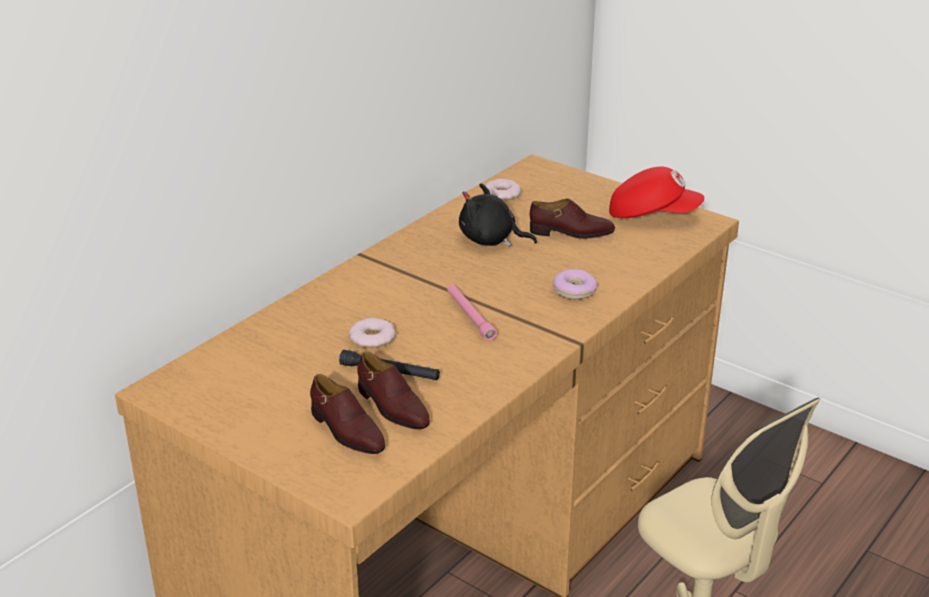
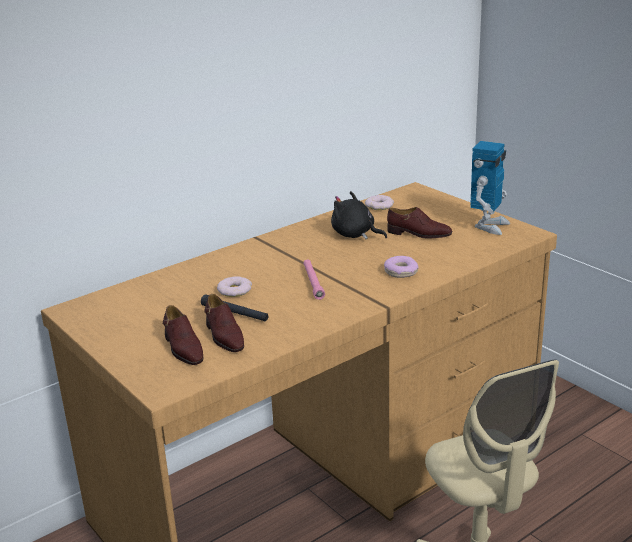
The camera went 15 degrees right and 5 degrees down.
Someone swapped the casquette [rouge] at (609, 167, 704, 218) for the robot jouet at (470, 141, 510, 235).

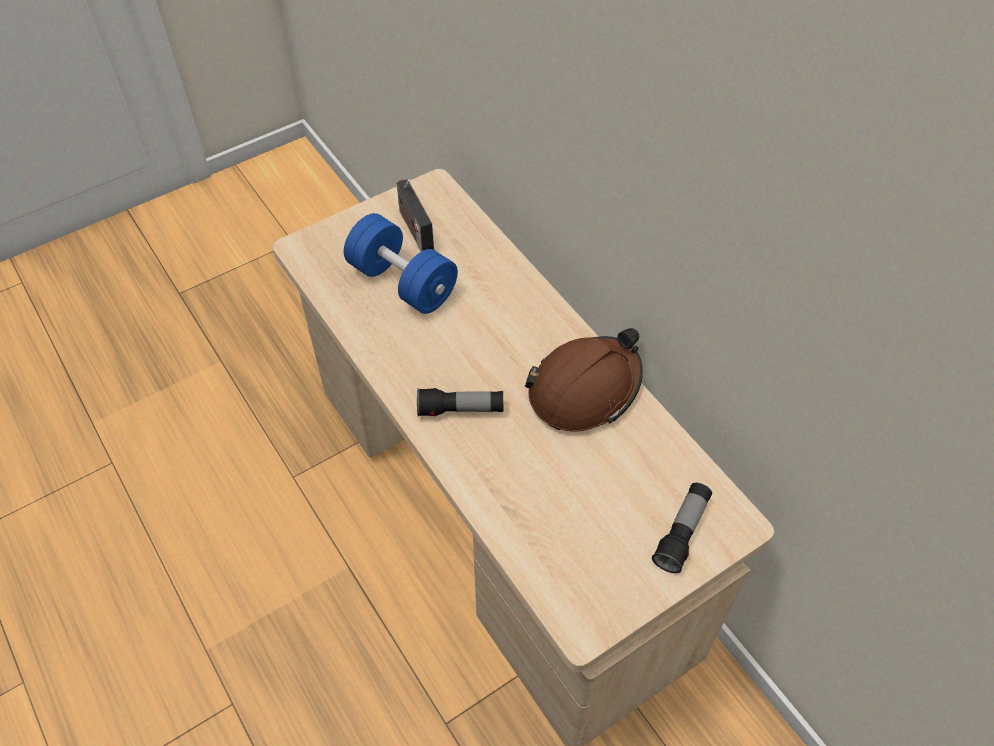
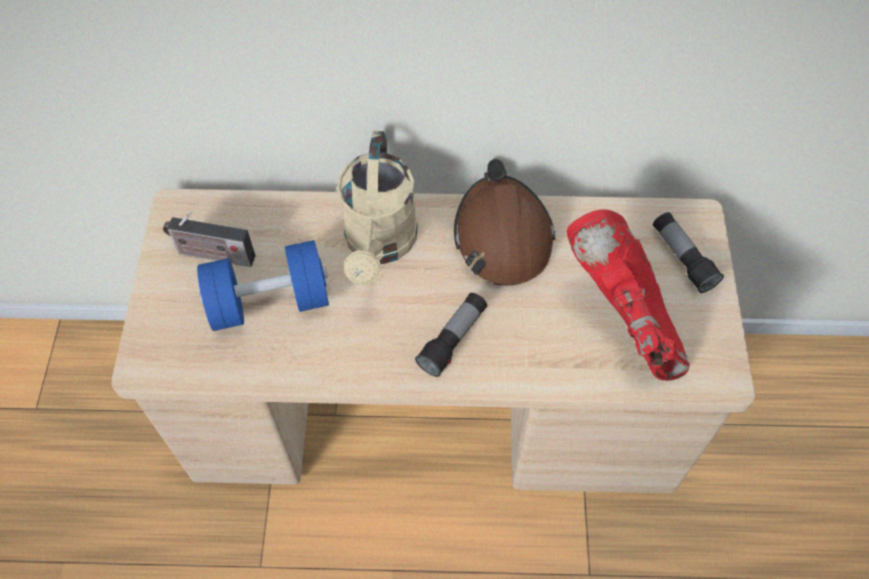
The camera went 55 degrees left and 5 degrees up.
Someone put down the arrosoir [beige] at (337, 131, 418, 285).
Someone put down the botte [rouge] at (567, 209, 690, 381).

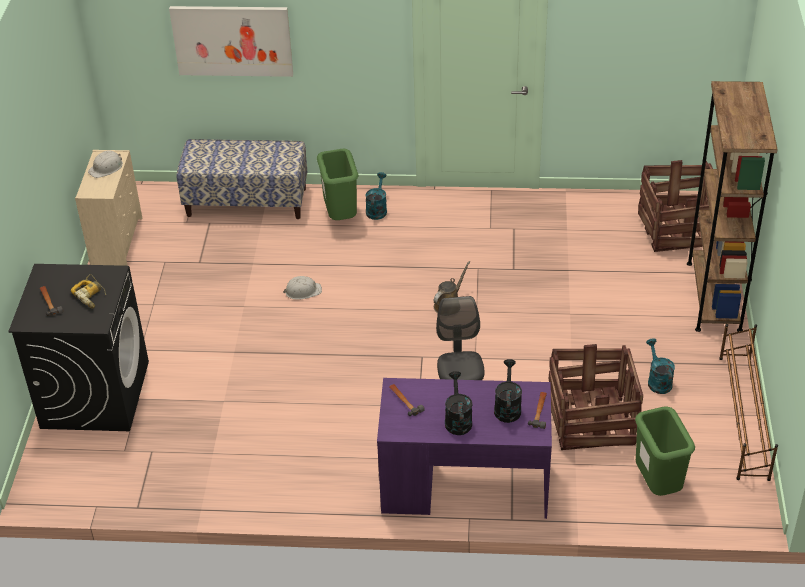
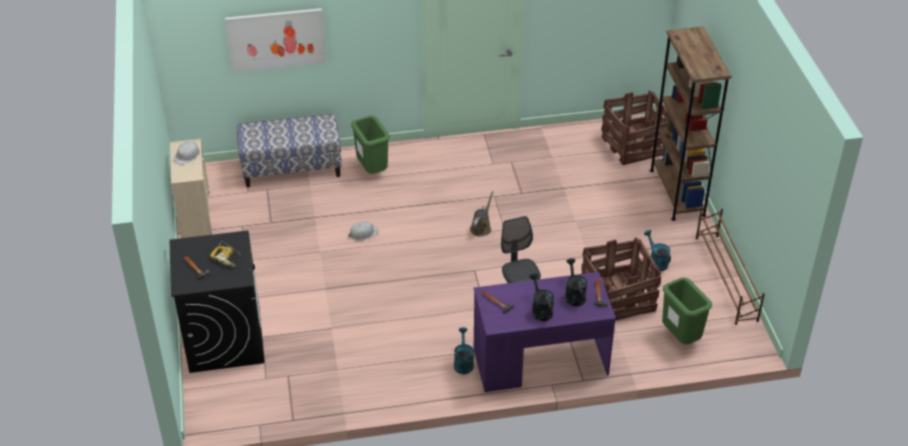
The camera went 15 degrees left and 0 degrees up.
Someone carried the arrosoir [turquoise] from (366, 172, 387, 220) to (454, 327, 474, 374).

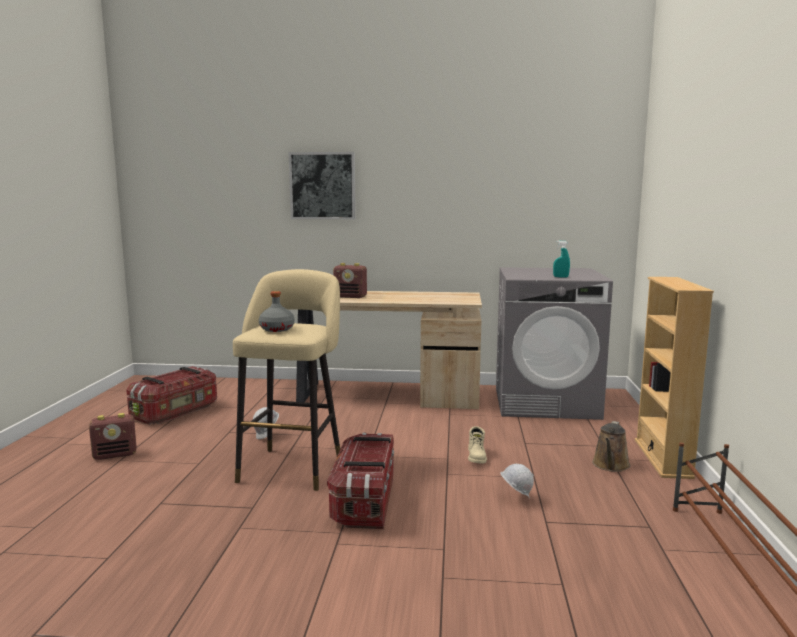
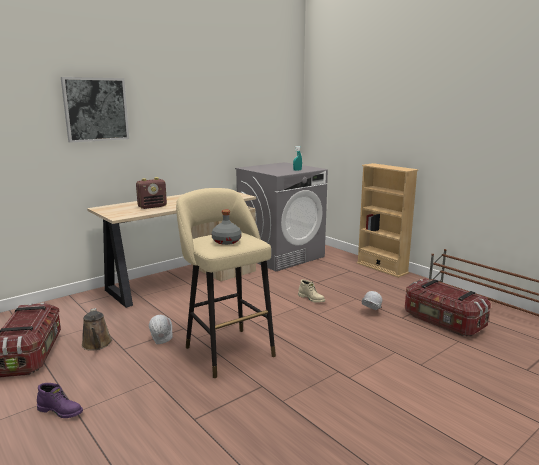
The camera went 45 degrees left and 5 degrees up.
Someone swapped the radio at (89, 413, 136, 460) for the botte [violet] at (37, 383, 83, 418).
Someone carried the arrosoir [marron] from (592, 421, 631, 472) to (81, 308, 112, 351).
Someone carried the boîte de rangement from (327, 433, 394, 529) to (405, 278, 491, 337).

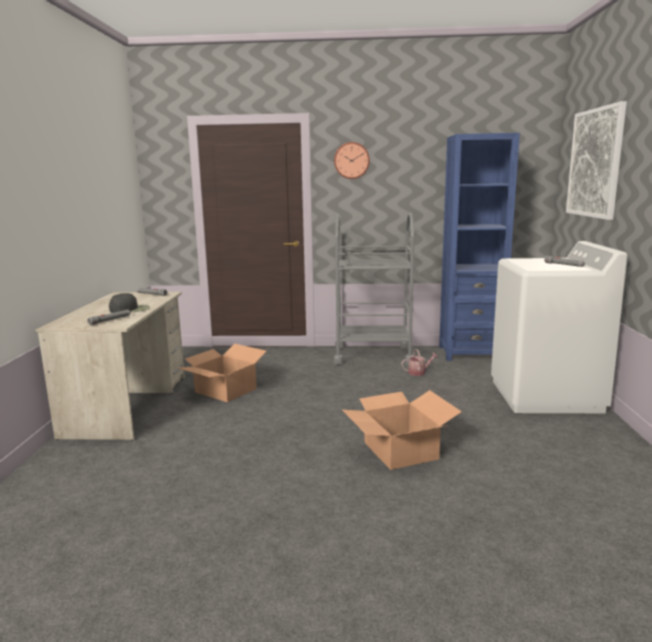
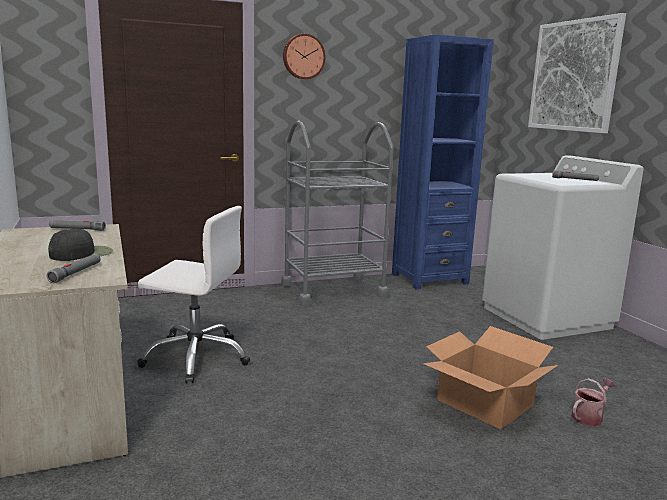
The camera went 25 degrees left and 0 degrees up.
Someone swapped the carton at (178, 344, 266, 402) for the chaise de bureau [blanc] at (137, 206, 250, 384).
Someone carried the arrosoir from (401, 349, 438, 376) to (571, 378, 615, 426).

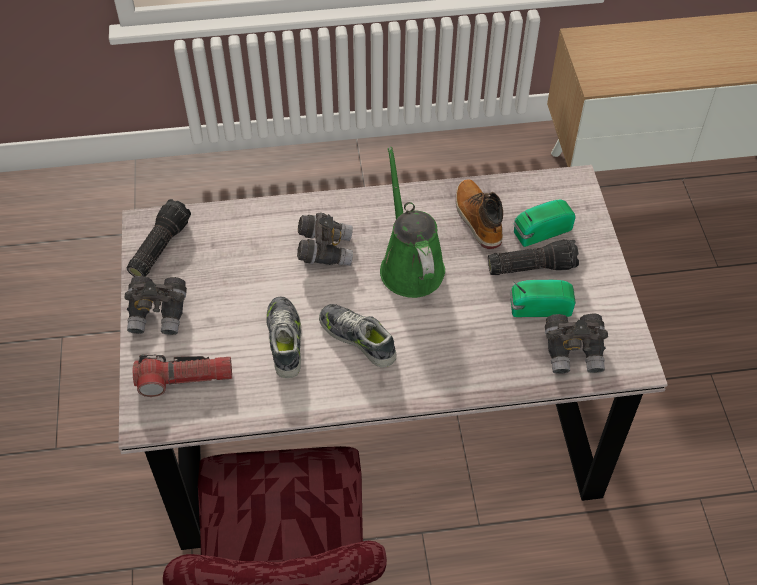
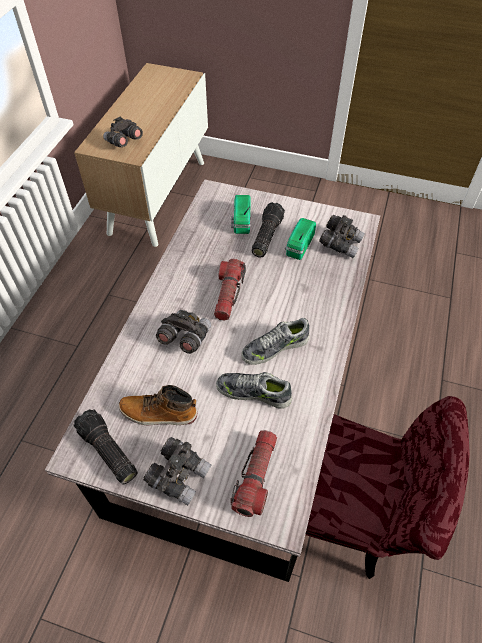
The camera went 65 degrees left and 0 degrees up.
Someone put down the jumelles [gris] at (103, 116, 143, 147).
Someone carried the botte from (456, 179, 503, 249) to (119, 385, 197, 425).
Someone swapped the arrosoir [vert] at (380, 147, 445, 298) for the lampe de poche at (214, 259, 246, 321).

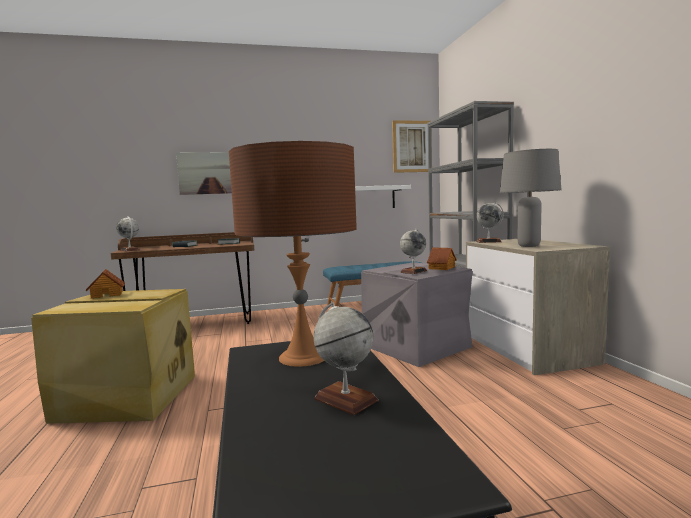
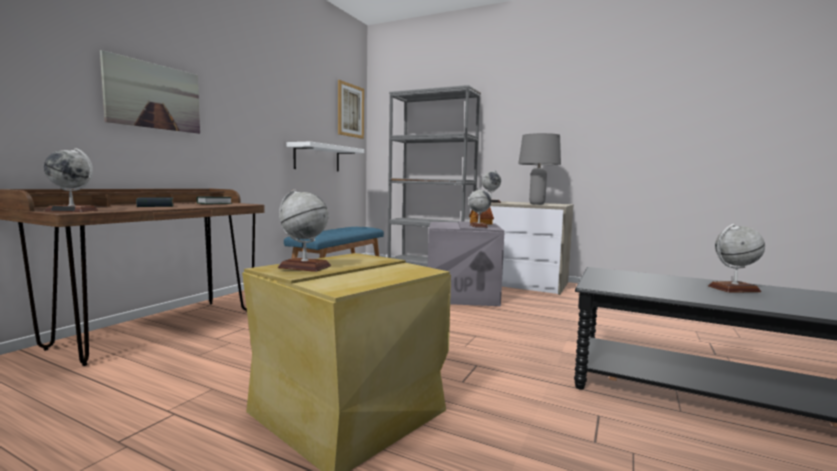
The camera went 50 degrees left and 0 degrees up.
Someone swapped the maison miniature at (85, 269, 125, 299) for the globe at (278, 189, 331, 272).
Someone took away the lampe de table [marron] at (229, 141, 357, 367).

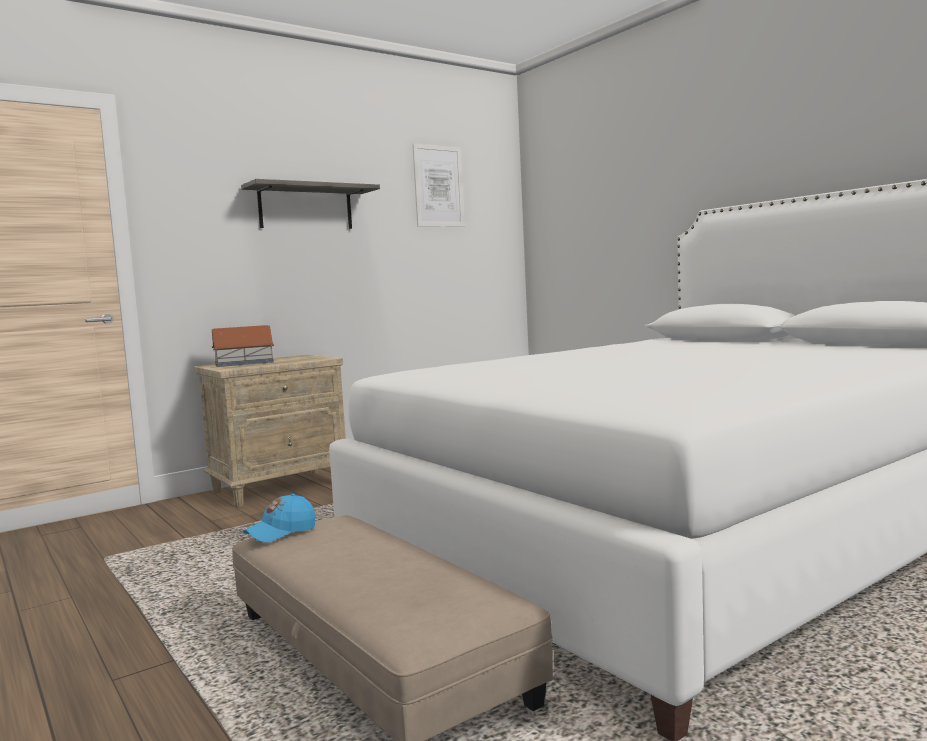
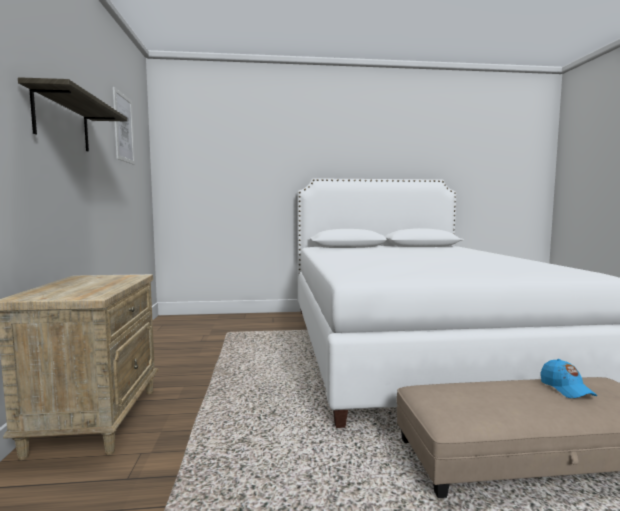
The camera went 60 degrees left and 0 degrees up.
Someone carried the casquette [bleu] from (243, 494, 315, 543) to (541, 359, 597, 398).
Someone took away the maison miniature at (212, 325, 274, 367).

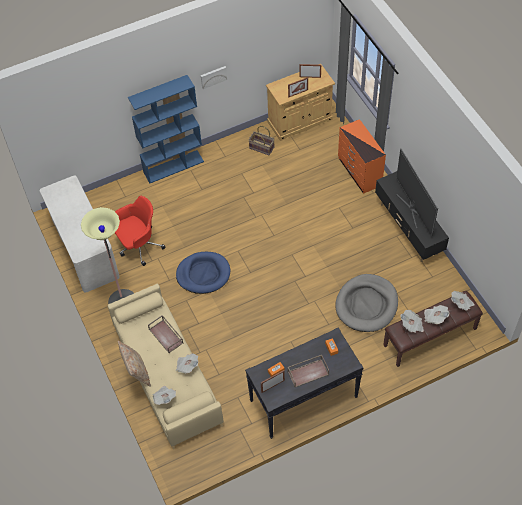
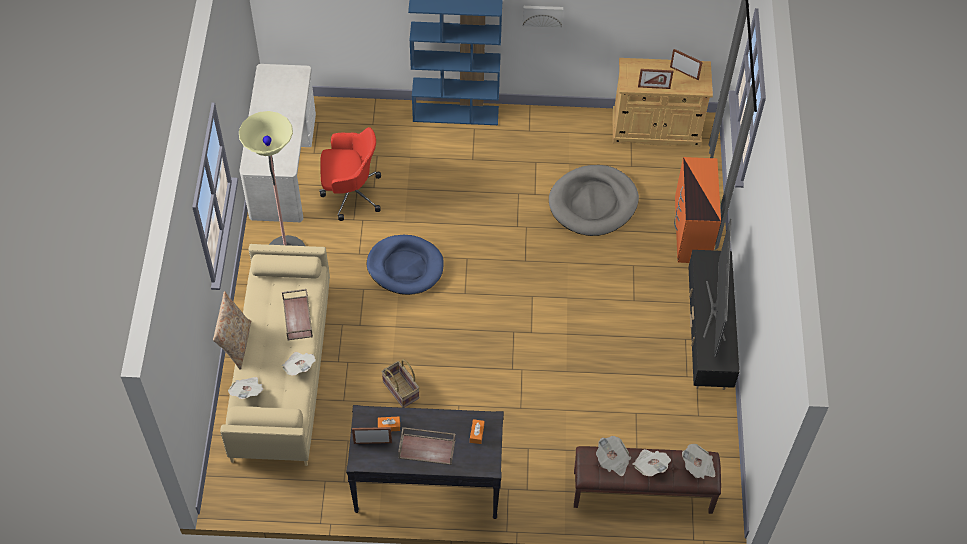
The camera went 25 degrees right and 0 degrees up.
Someone carried the panier from (249, 126, 275, 155) to (381, 359, 420, 408).
Someone carried the panier pour chien [gris] from (335, 274, 398, 332) to (549, 165, 639, 236).

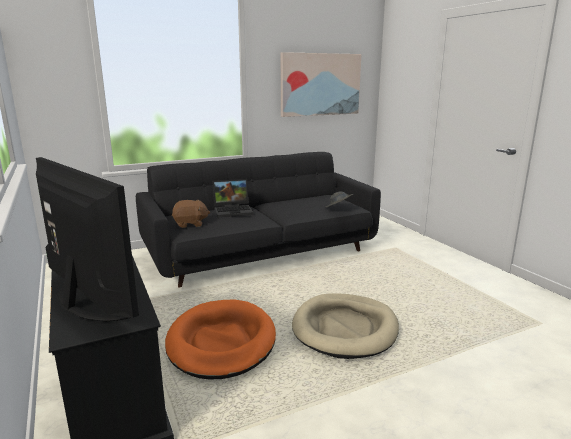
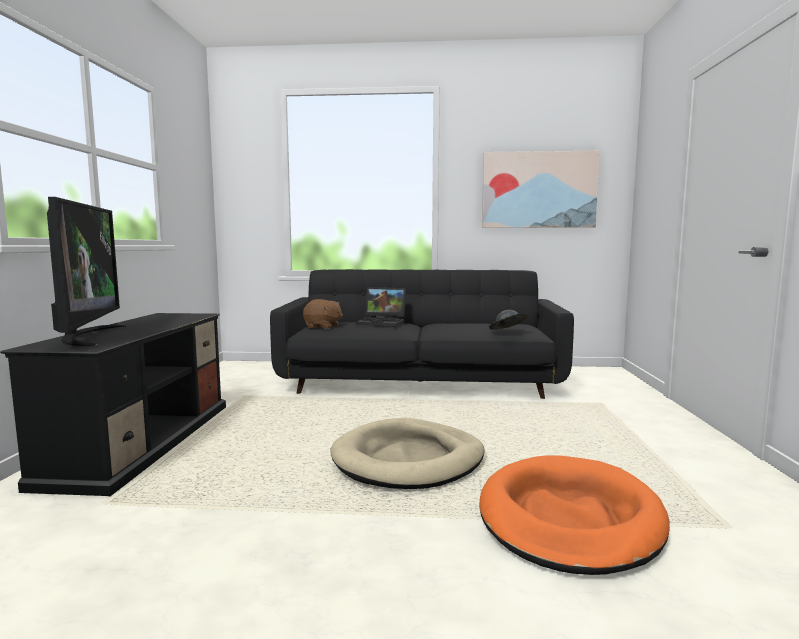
The camera went 30 degrees right and 10 degrees down.
Someone carried the panier pour chien [orange] from (165, 299, 276, 379) to (479, 455, 670, 575).

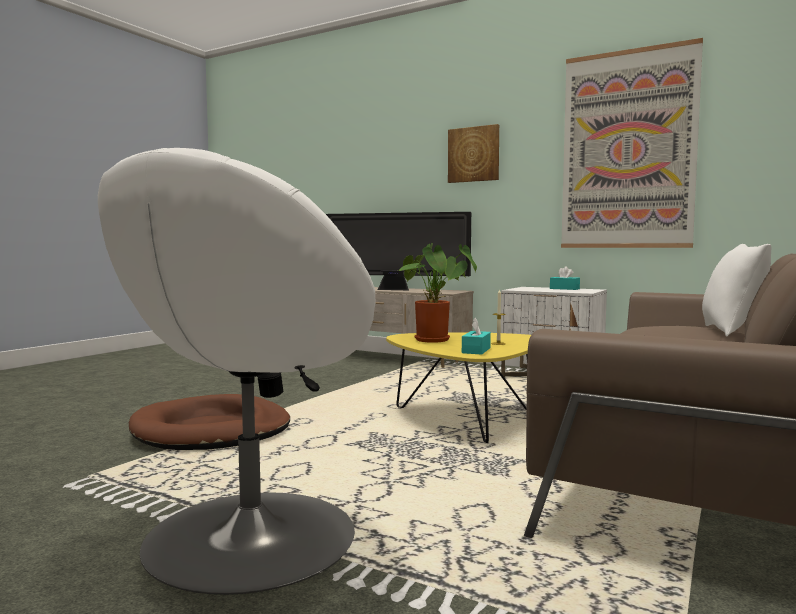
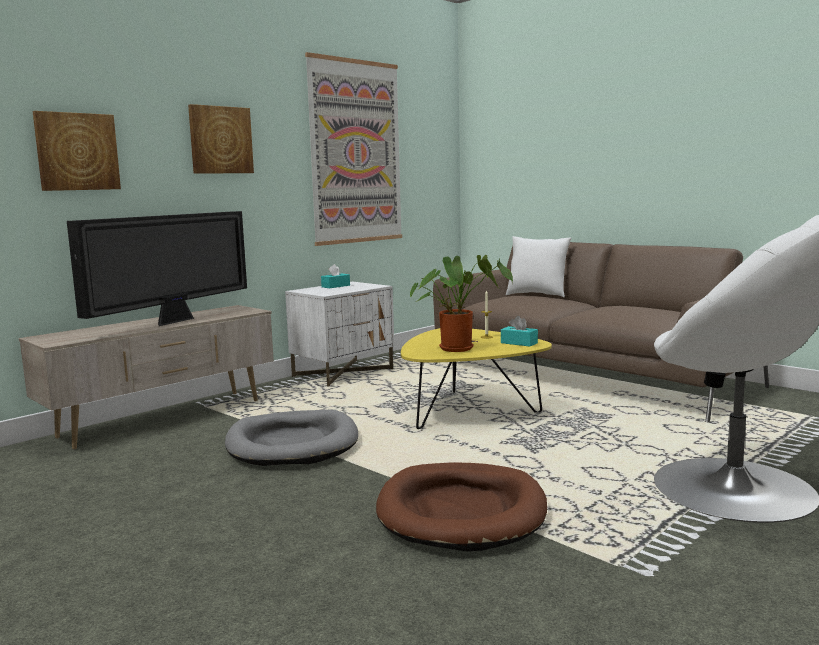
The camera went 75 degrees left and 5 degrees up.
Someone put up the tableau at (33, 111, 121, 191).
Someone put down the panier pour chien [gris] at (225, 409, 358, 466).

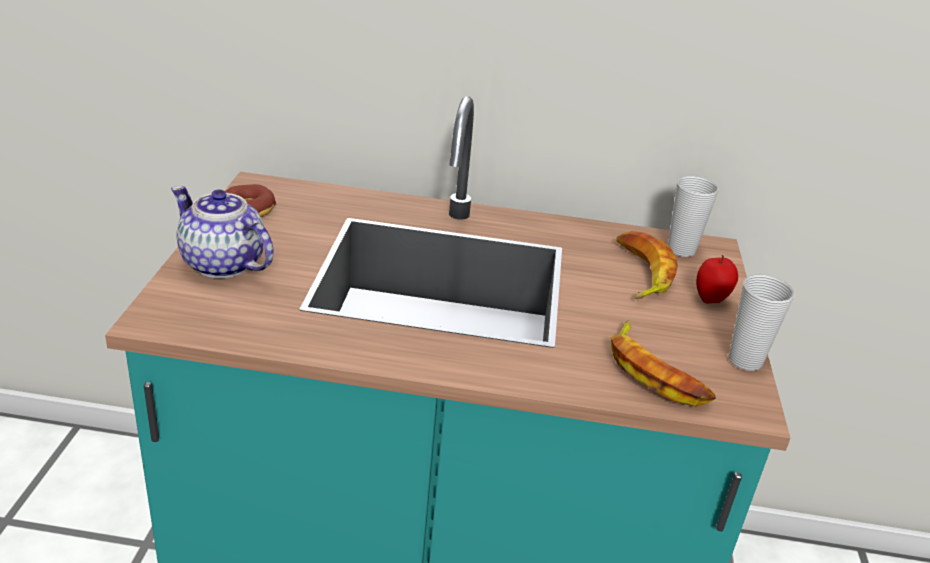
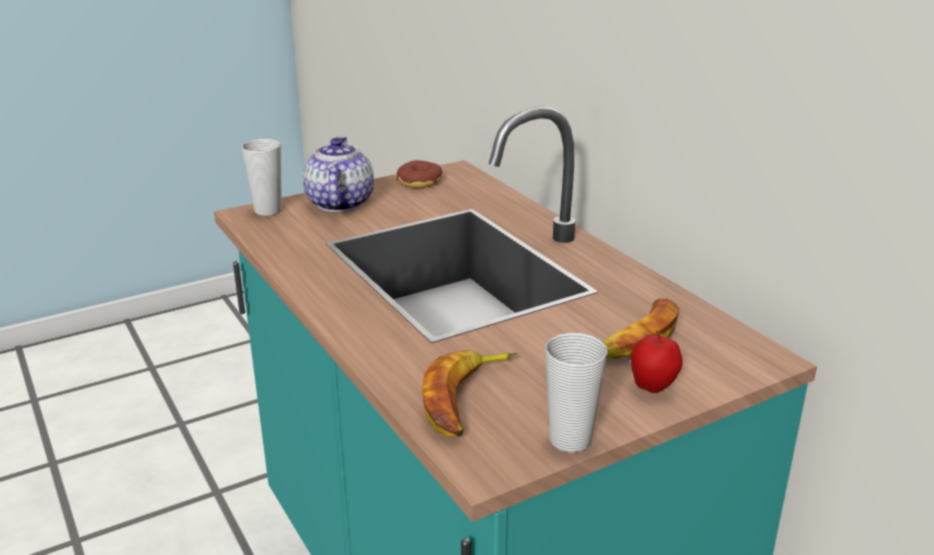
The camera went 55 degrees right and 5 degrees down.
Someone carried the tasse from (668, 176, 719, 257) to (241, 139, 282, 216).

